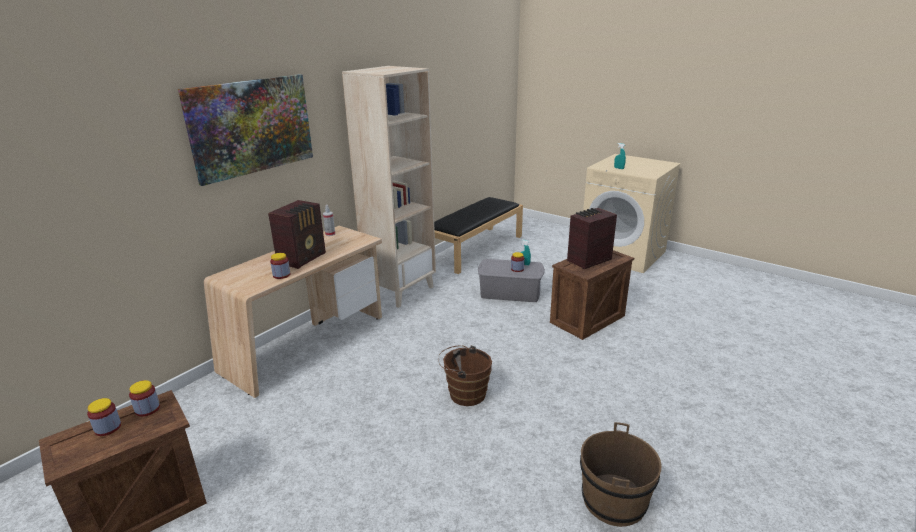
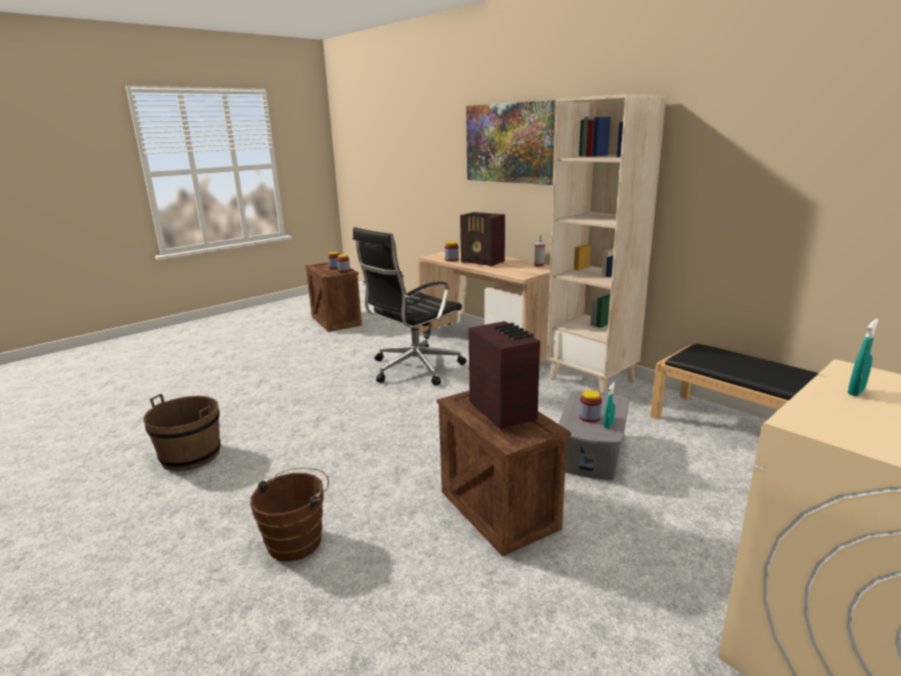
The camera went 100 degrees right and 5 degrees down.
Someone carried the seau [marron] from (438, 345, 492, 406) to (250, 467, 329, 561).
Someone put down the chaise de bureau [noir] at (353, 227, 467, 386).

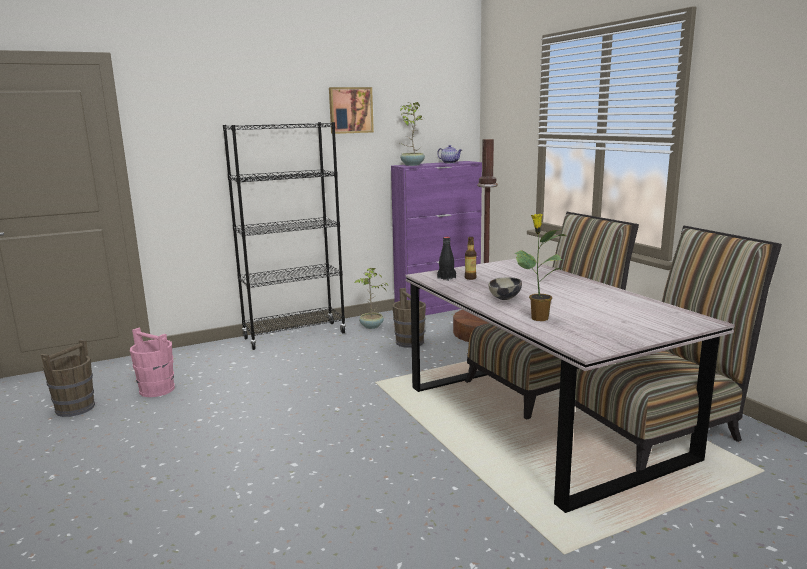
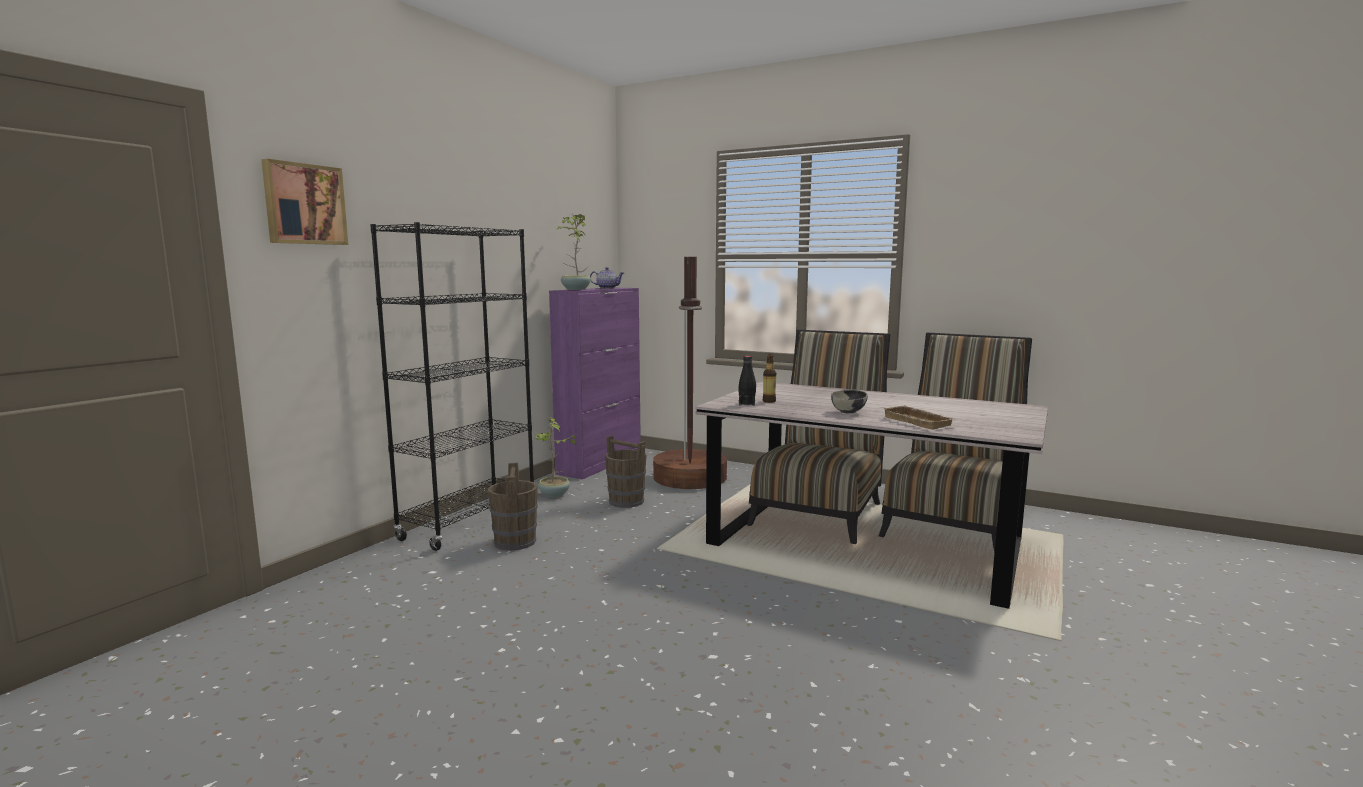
The camera went 35 degrees left and 5 degrees down.
Someone carried the tableau from (329, 87, 374, 134) to (261, 159, 348, 245).
Someone carried the seau [marron] from (41, 339, 95, 417) to (488, 462, 538, 551).
Someone swapped the plante en pot at (514, 214, 566, 321) for the plateau [beige] at (882, 405, 955, 430).
Someone took away the seau [rose] at (130, 328, 175, 397).

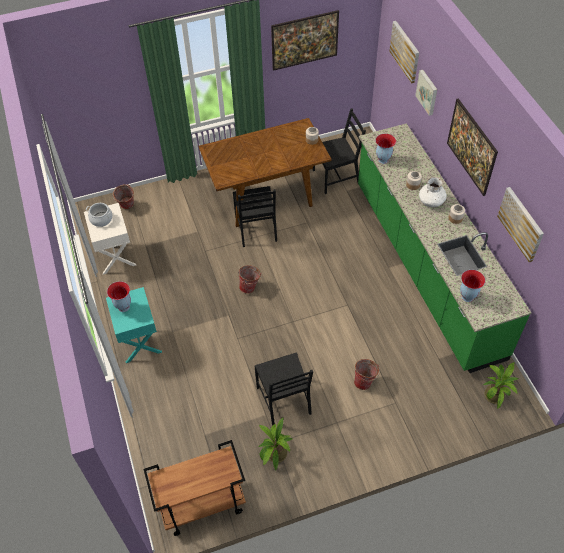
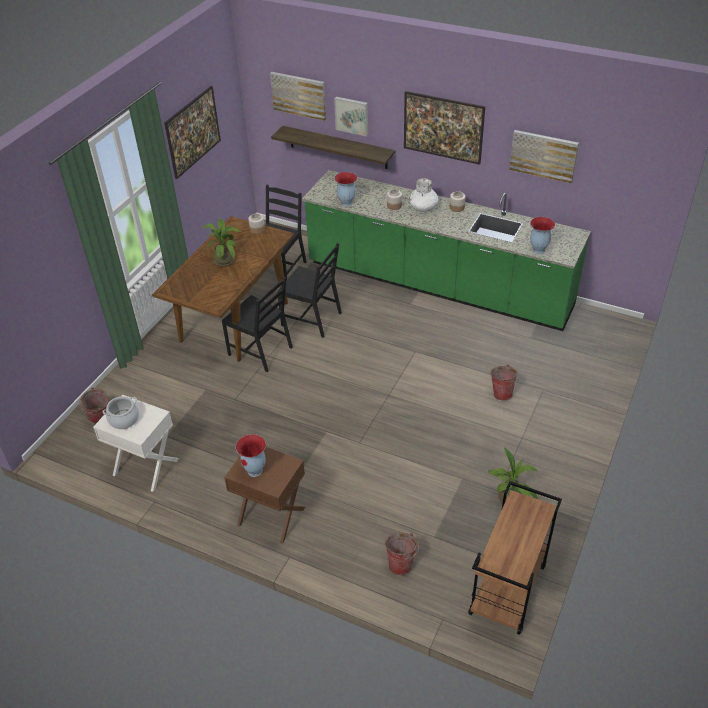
The camera went 45 degrees left and 10 degrees down.
Someone carried the plante en pot from (483, 363, 518, 409) to (201, 219, 242, 267).
Someone repainted the table de chevet [turquoise] at (106, 287, 162, 363), which became the table de chevet [marron] at (224, 447, 305, 544).
Someone put up the étagère at (271, 126, 395, 169).
Someone carried the chaise [noir] from (254, 352, 313, 426) to (277, 243, 342, 338).
Someone carried the seau from (238, 265, 262, 294) to (385, 532, 419, 575).

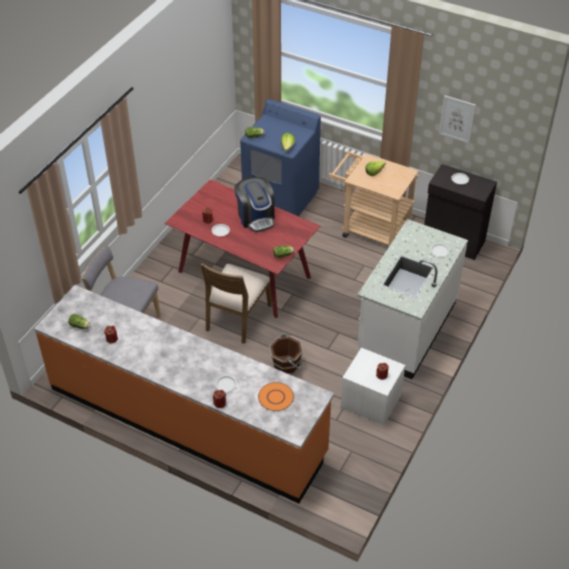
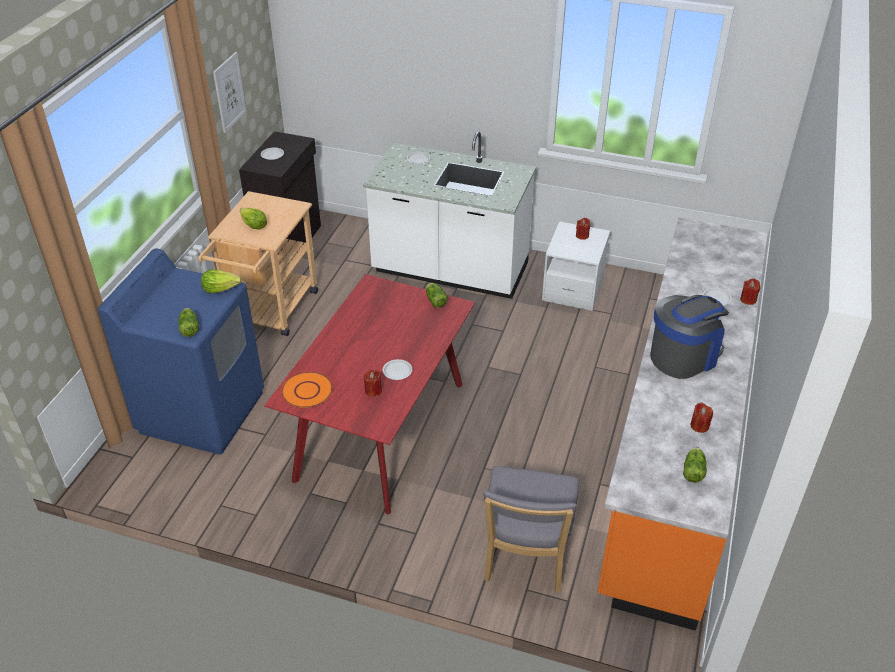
The camera went 100 degrees left and 5 degrees down.
Someone carried the assiette [orange] from (258, 382, 294, 411) to (281, 372, 333, 408).
Someone carried the machine à café from (234, 177, 275, 232) to (650, 295, 729, 379).
Someone took away the chaise [marron] at (201, 263, 272, 344).
Someone took away the seau [marron] at (269, 333, 303, 375).

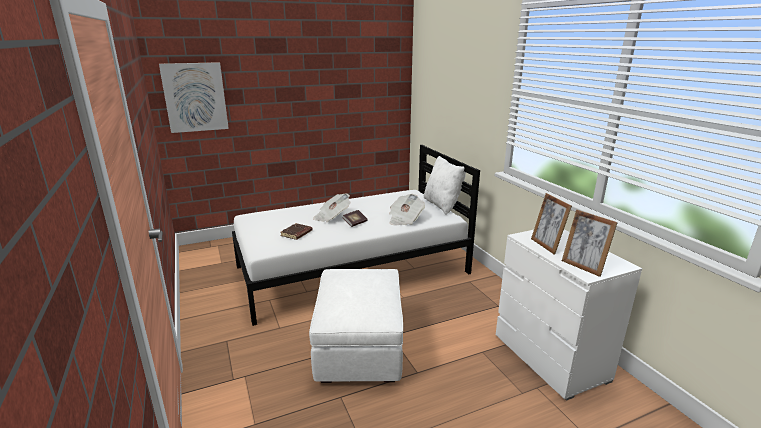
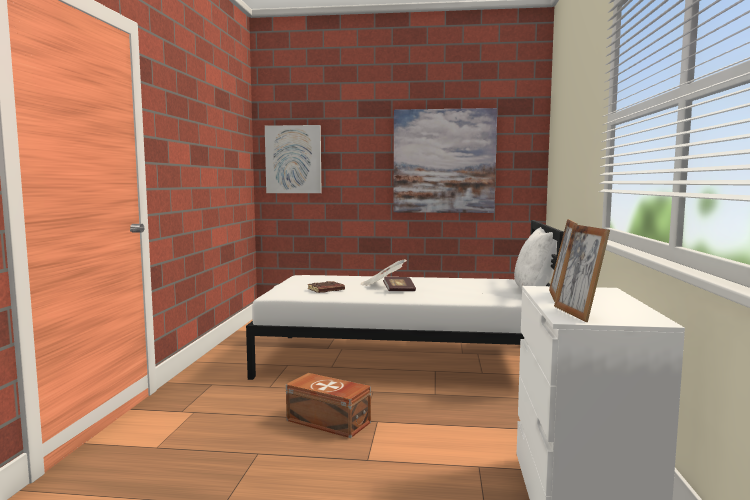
The camera went 30 degrees right and 15 degrees down.
Someone swapped the pouf [blanc] at (309, 269, 403, 383) for the boîte de rangement [marron] at (286, 373, 371, 438).
Someone put up the tableau at (393, 108, 497, 213).
Someone took away the journal at (389, 194, 425, 225).

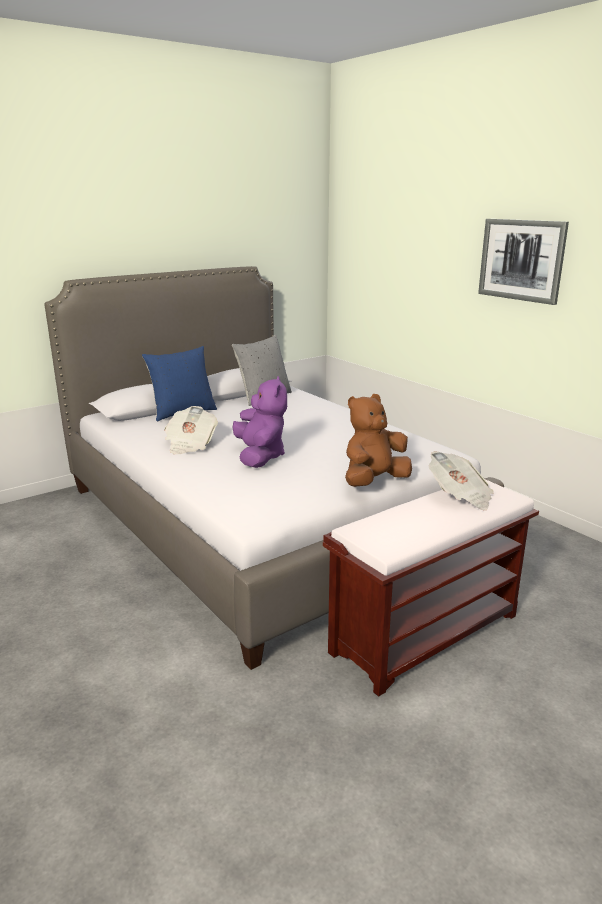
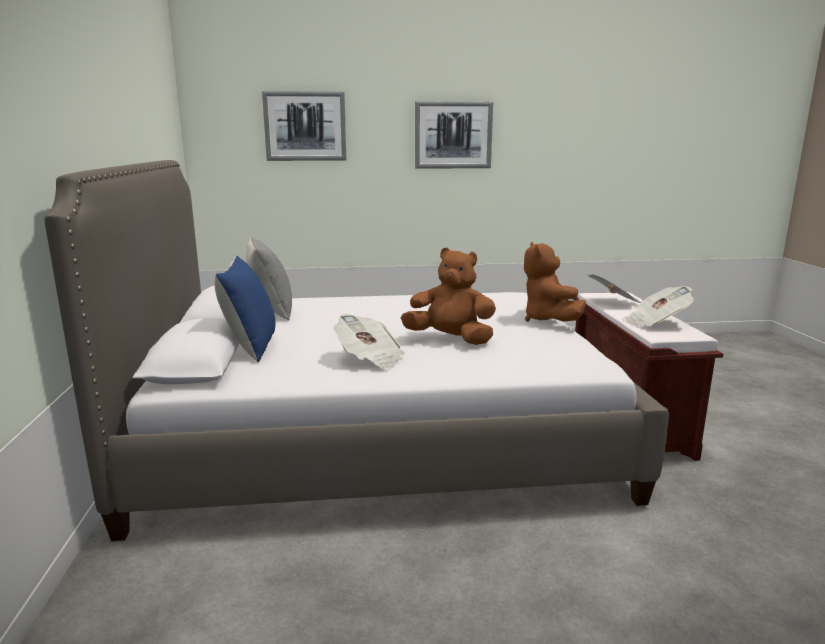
The camera went 60 degrees left and 5 degrees down.
Someone put up the tableau at (262, 91, 346, 161).
Someone repainted the peluche [violet] at (232, 376, 287, 468), which became the peluche [marron] at (401, 248, 496, 345).
Someone put down the journal at (622, 286, 694, 327).

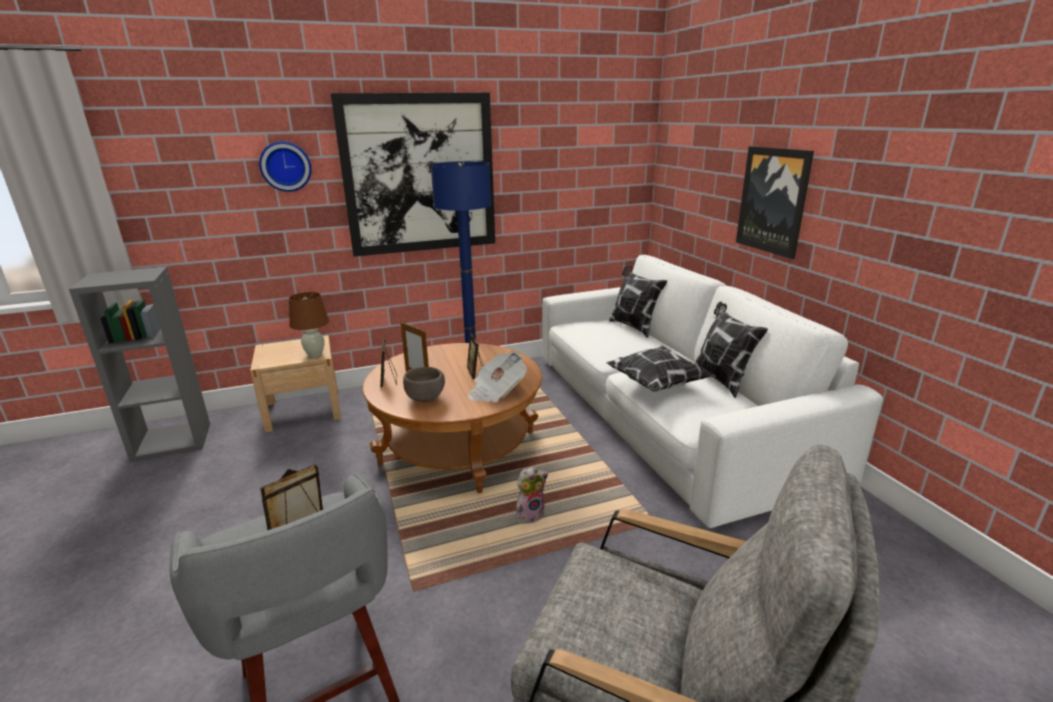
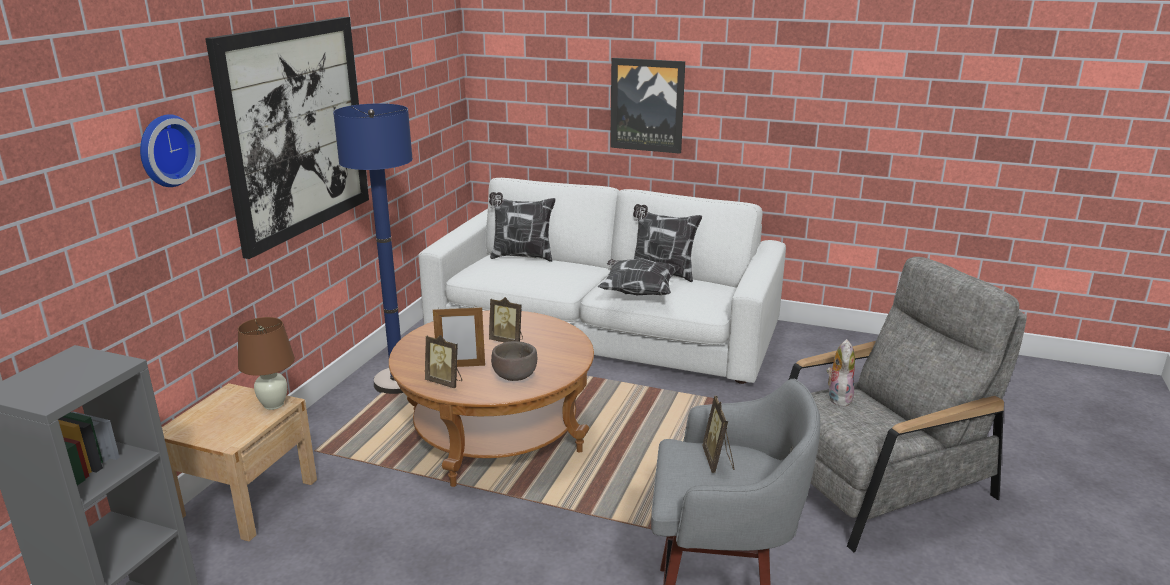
The camera went 50 degrees left and 0 degrees up.
Someone carried the peluche from (516, 466, 548, 524) to (826, 339, 855, 406).
Someone took away the journal at (468, 352, 527, 403).

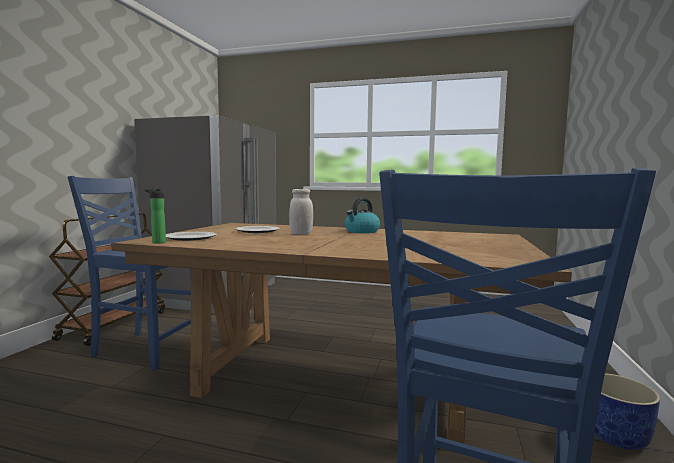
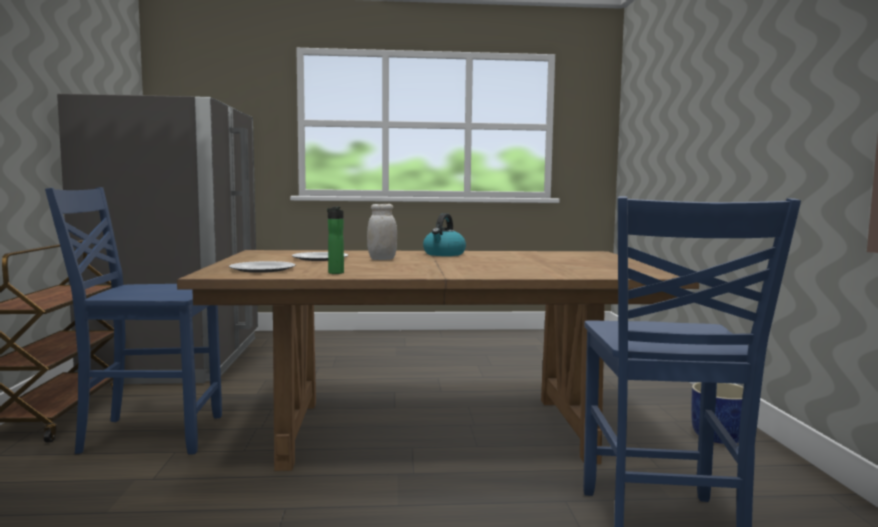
The camera went 20 degrees left and 0 degrees up.
Someone carried the bouteille from (144, 188, 166, 244) to (327, 206, 344, 274).

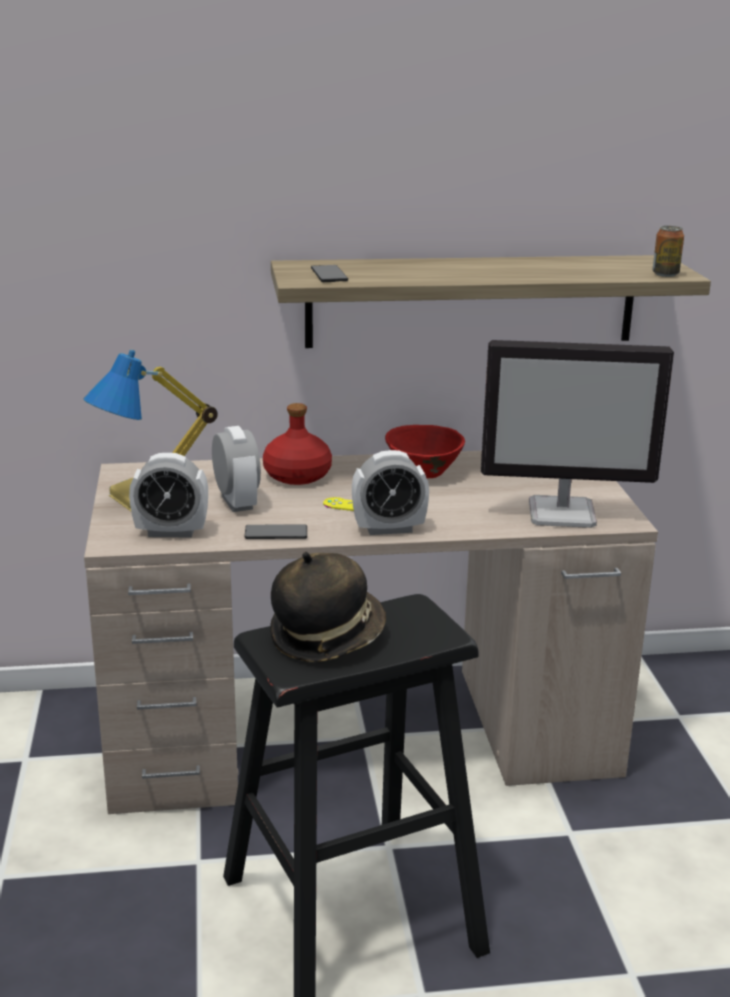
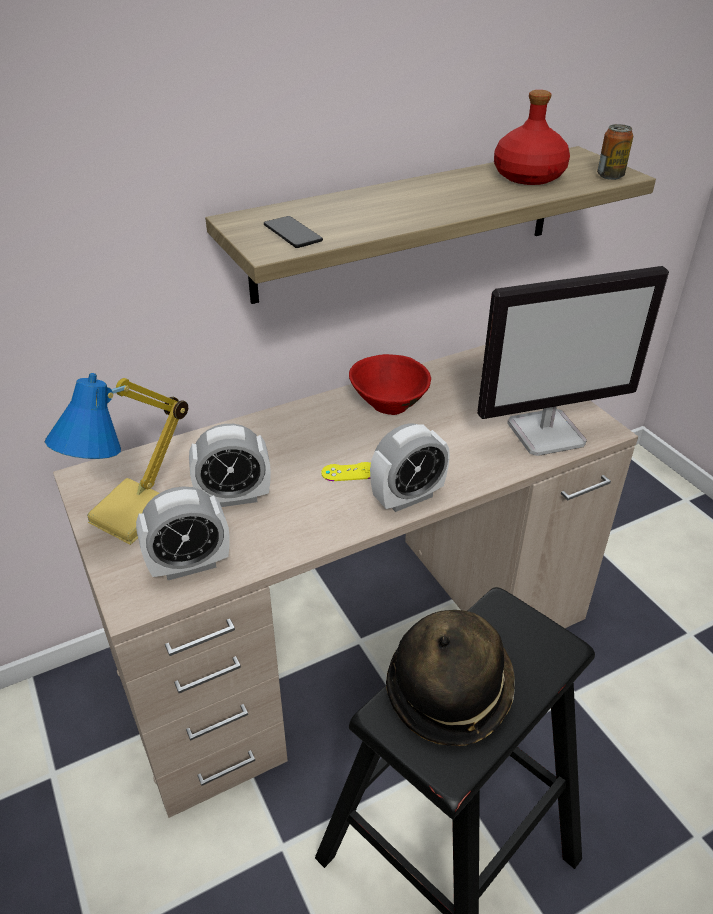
The camera went 20 degrees left and 15 degrees up.
Someone rotated the réveil at (212, 426, 261, 512) by 120 degrees clockwise.
Someone carried the bouteille [rouge] from (263, 403, 332, 485) to (494, 90, 570, 185).
Someone took away the téléphone at (244, 524, 307, 539).

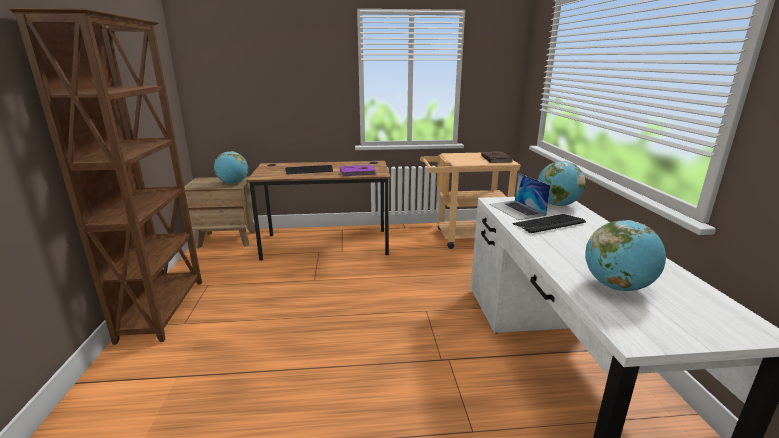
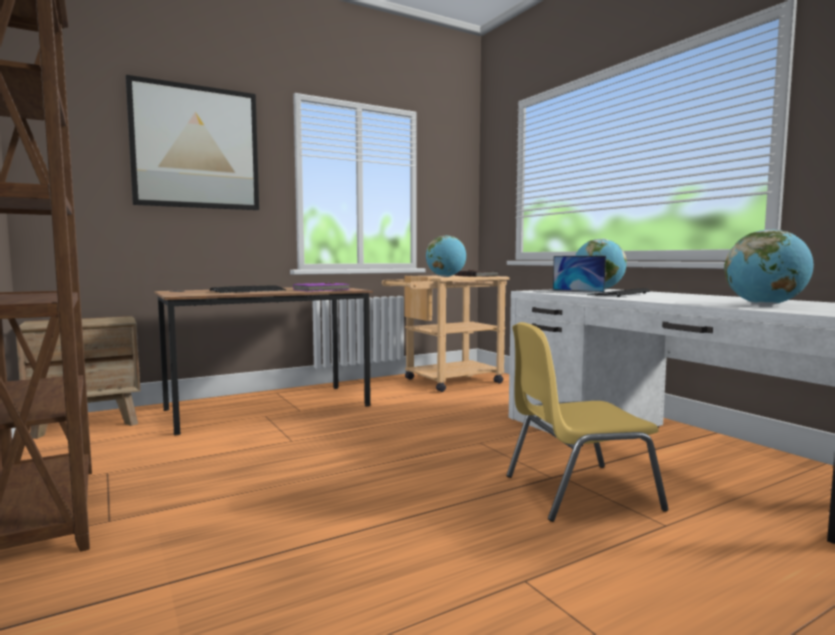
The camera went 25 degrees left and 15 degrees down.
Someone put up the tableau at (126, 75, 259, 210).
Someone carried the globe from (214, 151, 248, 184) to (426, 236, 466, 277).
Someone put down the chaise [jaune] at (506, 322, 668, 522).

